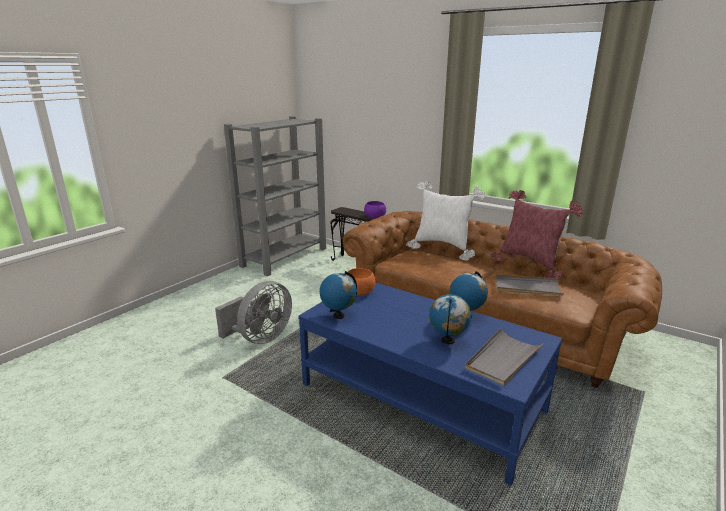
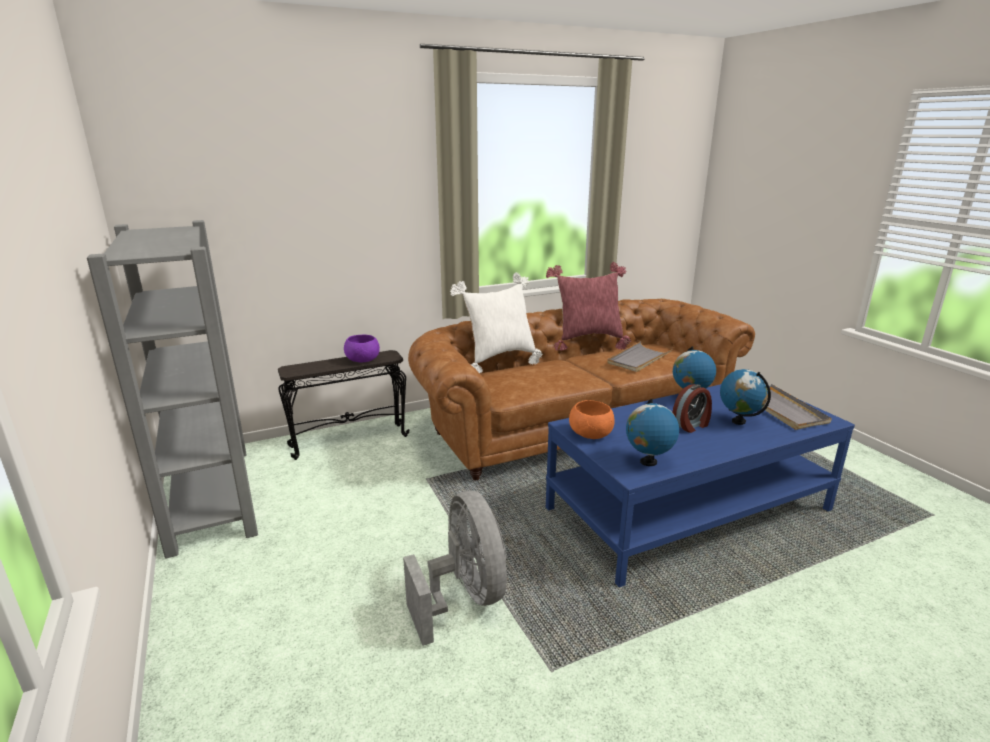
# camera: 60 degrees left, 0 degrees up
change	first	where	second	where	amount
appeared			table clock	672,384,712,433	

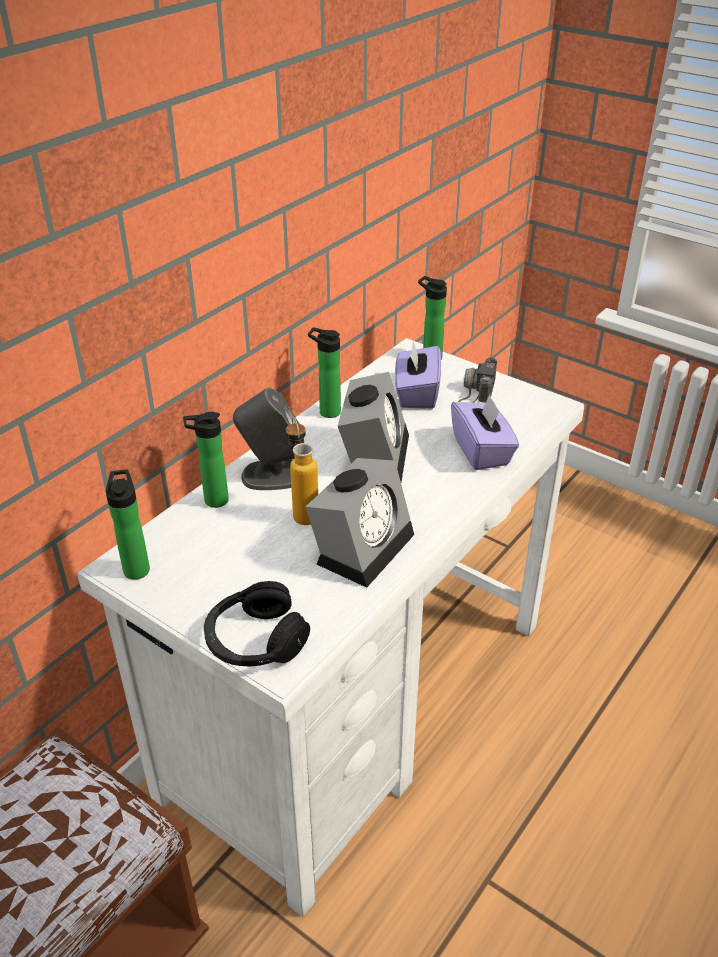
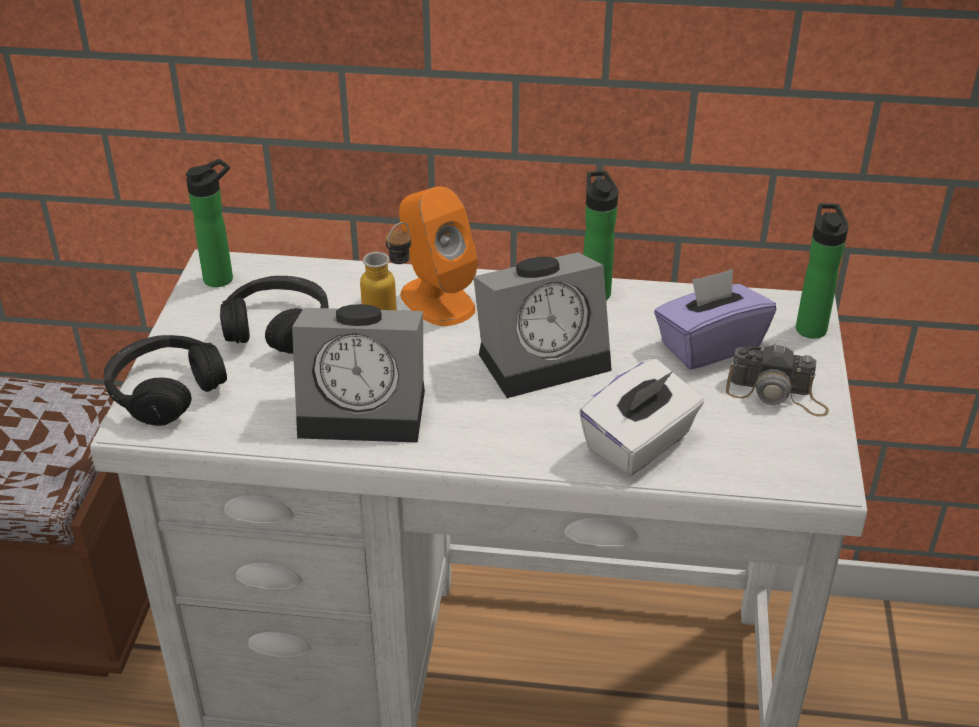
# camera: 60 degrees right, 0 degrees up
change	first	where	second	where	amount
appeared			headset/blackish	220,276,329,354	
colour	loudspeaker/grey	233,388,299,490	loudspeaker/orange	399,186,478,326	
colour	box of tissues/purplish	451,394,519,470	box of tissues/white-coloured	579,358,704,476	
spun	photo camera	458,358,497,403		726,343,829,417	150 degrees counterclockwise
missing	bottle	183,412,229,508			

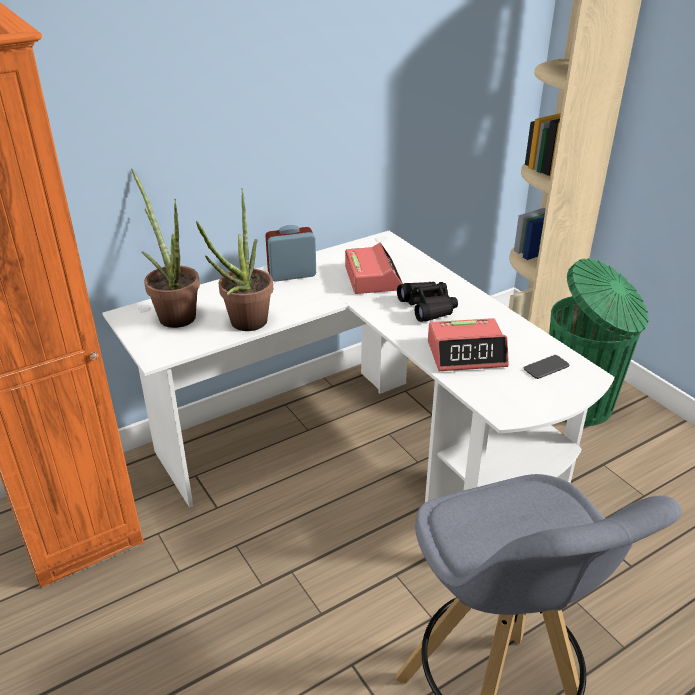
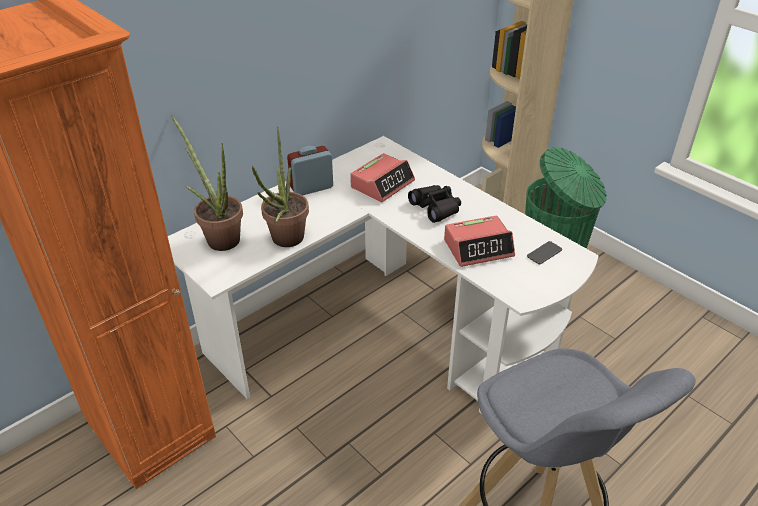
# camera: 10 degrees left, 5 degrees up
change	first	where	second	where	amount
spun	table clock	345,243,403,294		350,153,415,202	60 degrees clockwise

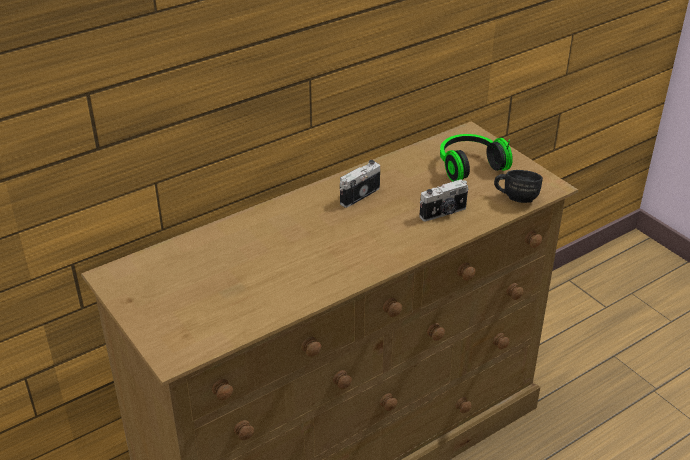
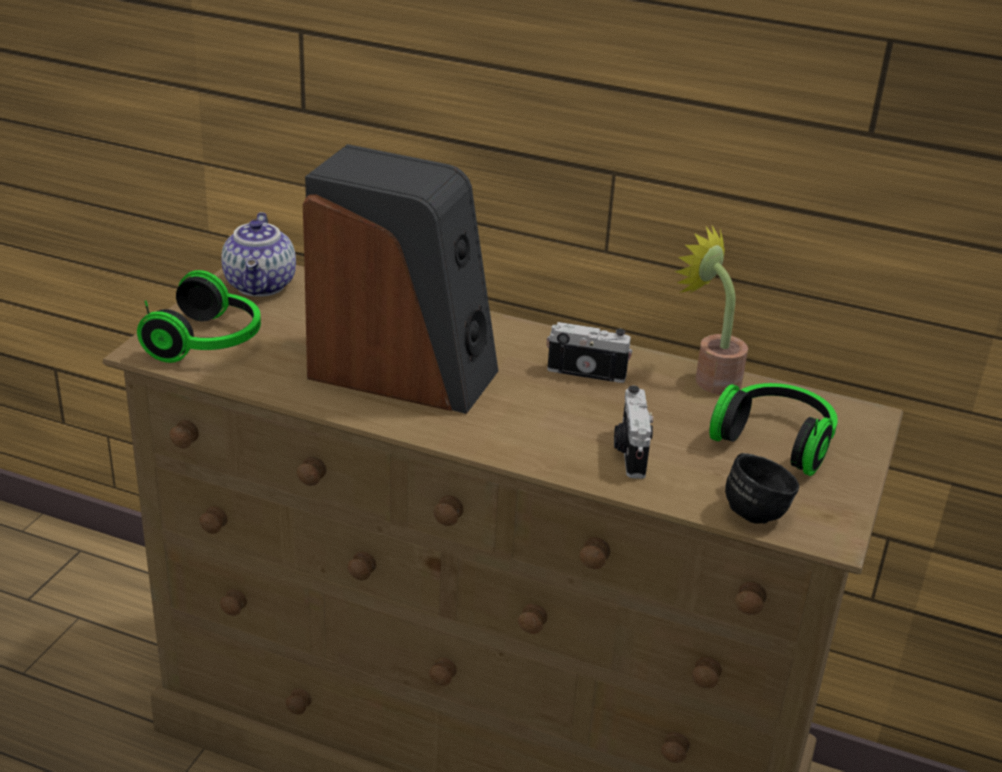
# camera: 55 degrees right, 5 degrees down
change	first	where	second	where	amount
appeared			headset	137,270,261,363	
appeared			pot for tea	221,212,296,297	
appeared			loudspeaker	303,144,498,414	
spun	photo camera	419,179,469,221		614,386,653,479	60 degrees clockwise
appeared			plant in a pot	674,226,748,395	

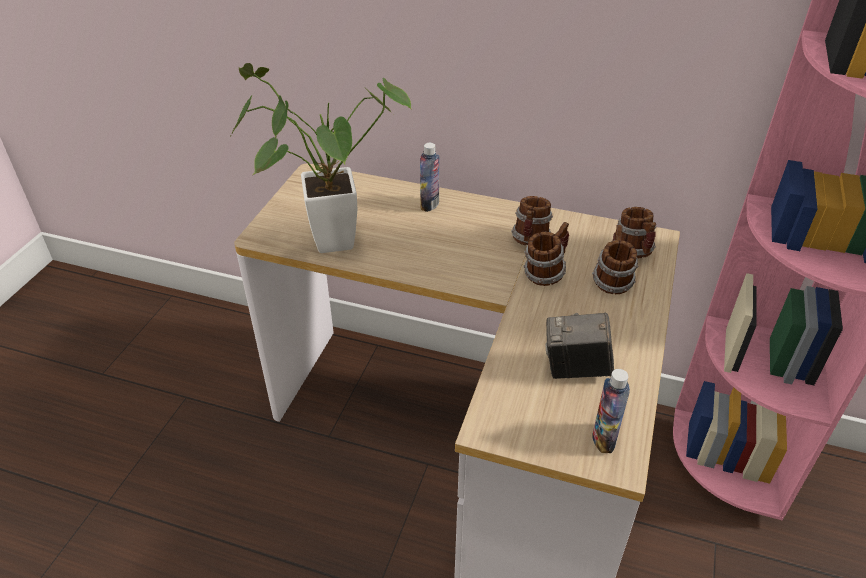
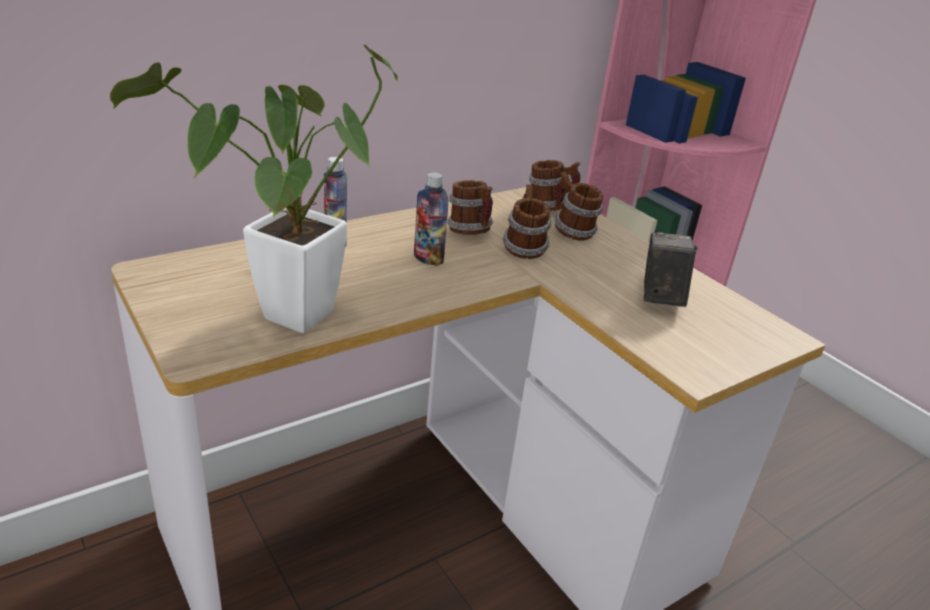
# camera: 55 degrees left, 10 degrees down
change	first	where	second	where	amount
relocated	bottle	592,369,630,453		414,172,448,266	
spun	photo camera	546,313,614,379		644,232,698,307	150 degrees clockwise

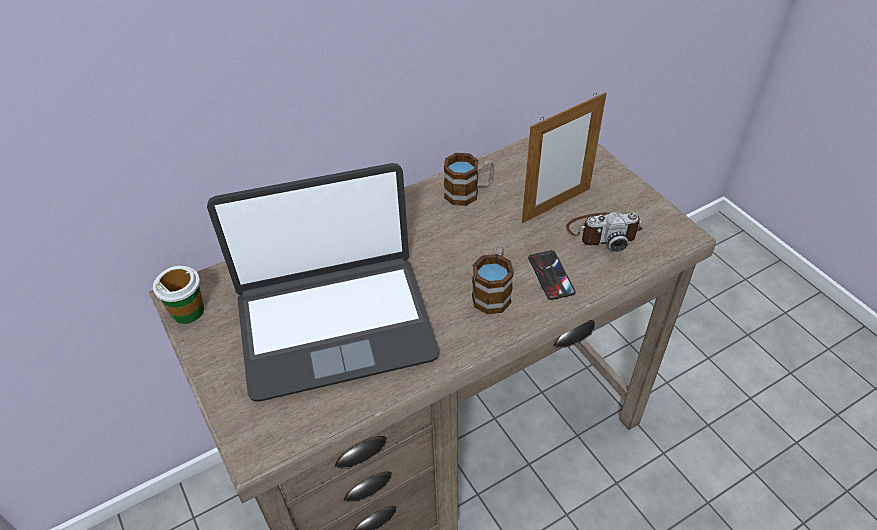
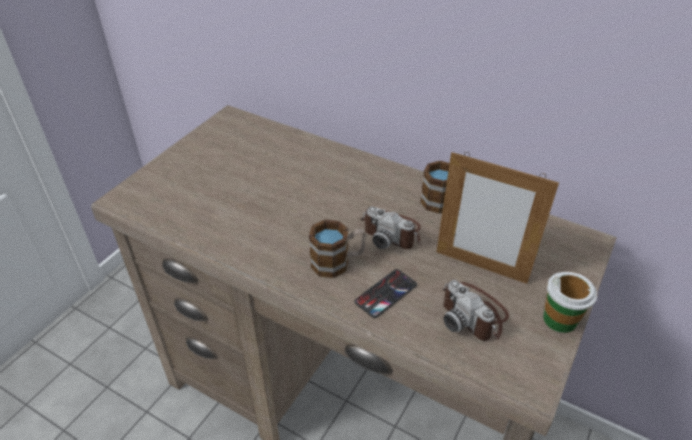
# camera: 60 degrees right, 5 degrees down
change	first	where	second	where	amount
appeared			photo camera	360,206,421,249	
relocated	cup	153,266,204,324		543,272,597,333	
missing	laptop	207,163,439,402			

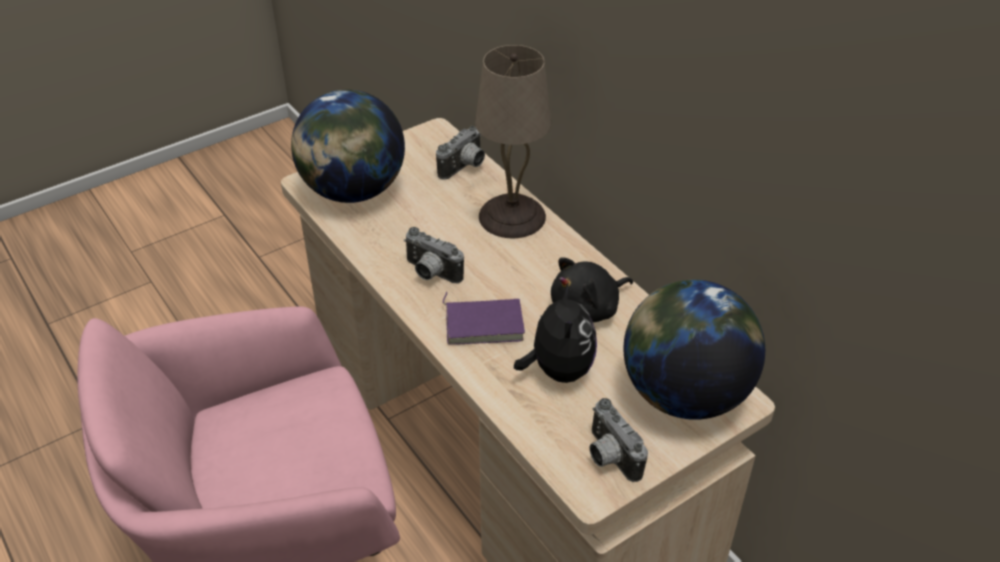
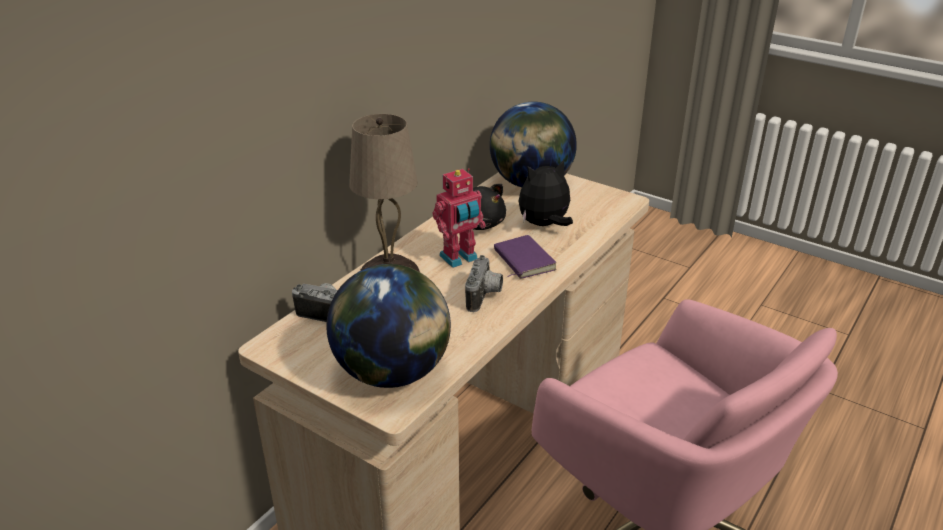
# camera: 110 degrees left, 10 degrees down
change	first	where	second	where	amount
appeared			robot figure	433,168,486,268	
missing	photo camera	590,398,648,482			

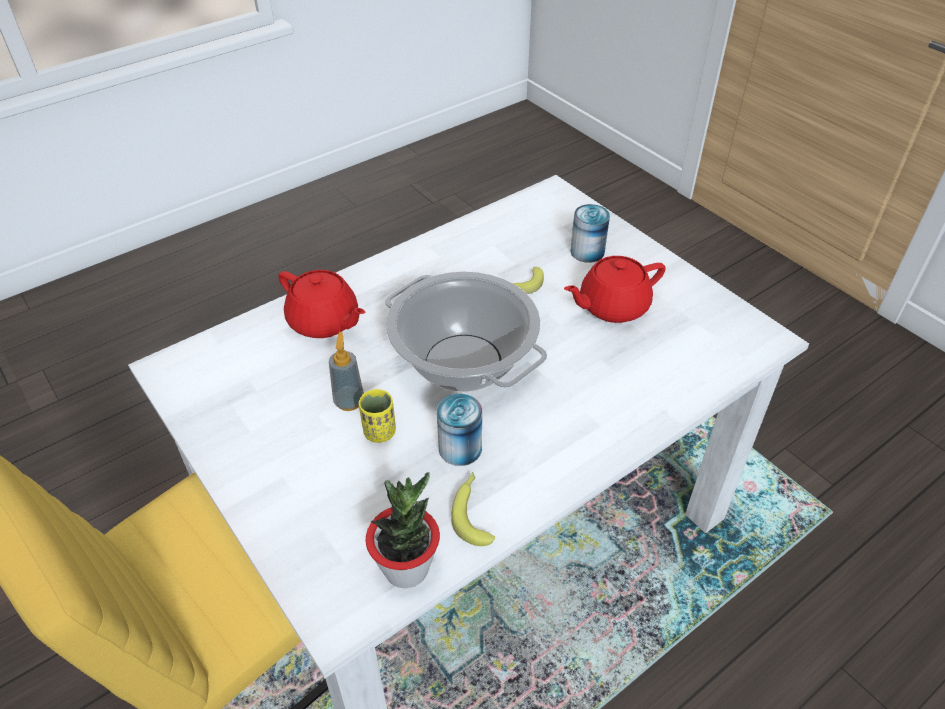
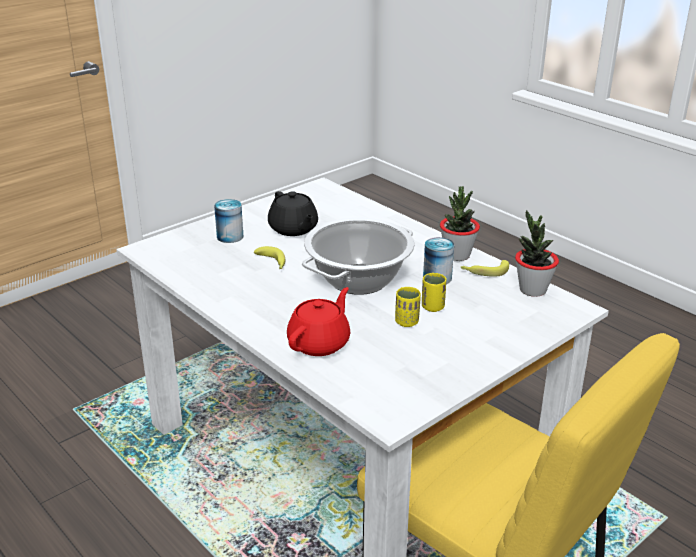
# camera: 95 degrees left, 15 degrees down
change	first	where	second	where	amount
colour	pot for tea/red	564,256,665,323	pot for tea/blackish	268,191,318,236	
exchanged	soap bottle	329,332,364,411	cup/yellow	395,287,421,327	
appeared			plant in a pot	440,186,480,261	

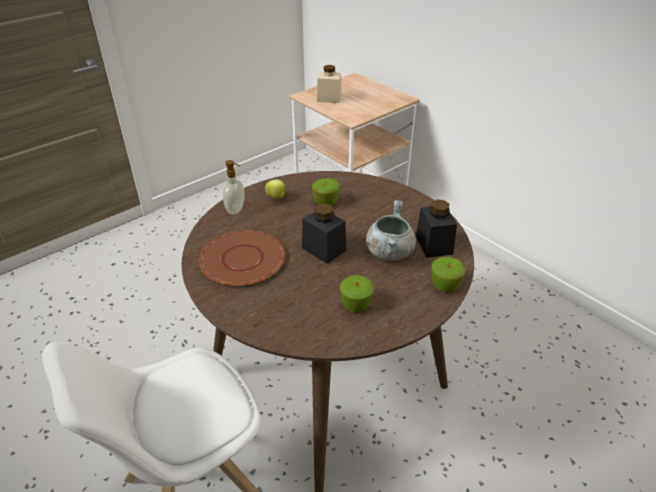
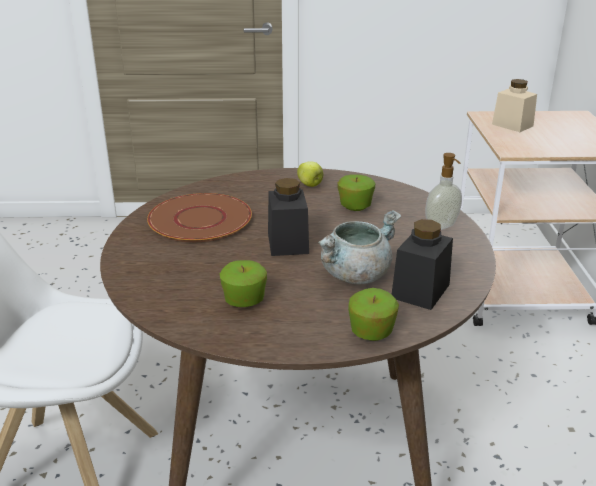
# camera: 40 degrees right, 10 degrees down
change	first	where	second	where	amount
relocated	soap bottle	223,160,244,215		425,153,462,230	

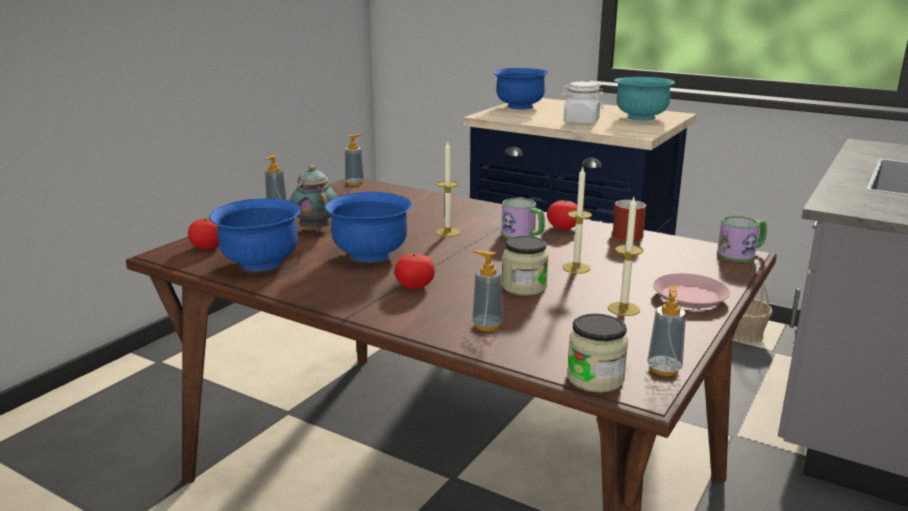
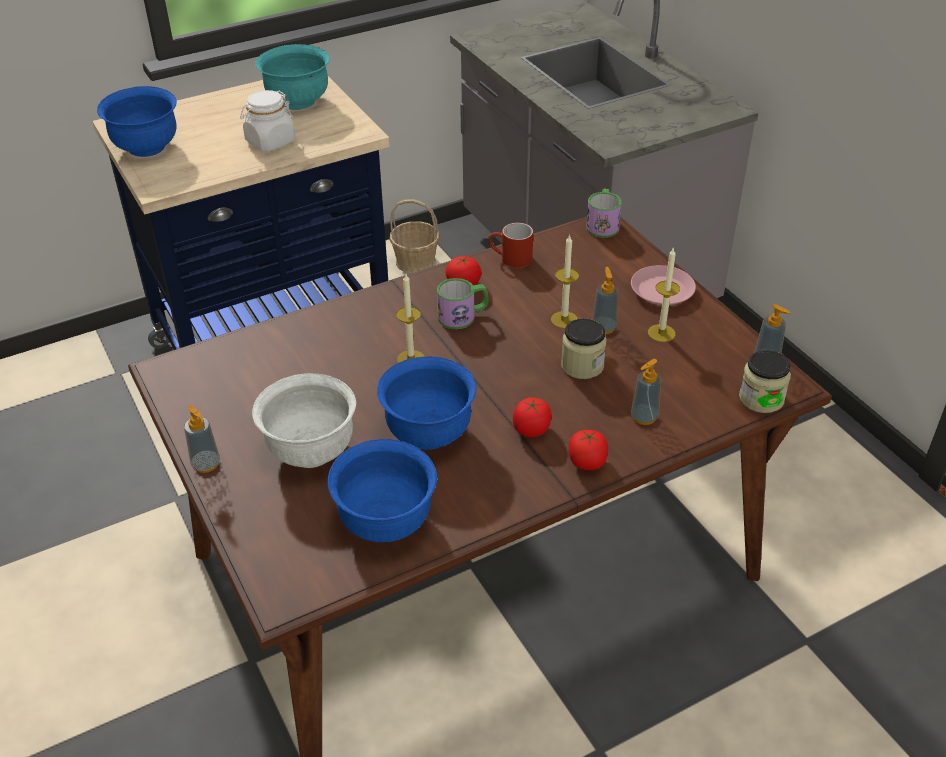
# camera: 60 degrees left, 20 degrees up
change	first	where	second	where	amount
exchanged	pot for tea	290,165,337,232	deep dish/white-coloured	252,373,356,468	
relocated	whole tomato	188,218,219,250		569,430,608,470	
relocated	soap bottle	345,134,364,186		592,267,618,334	

